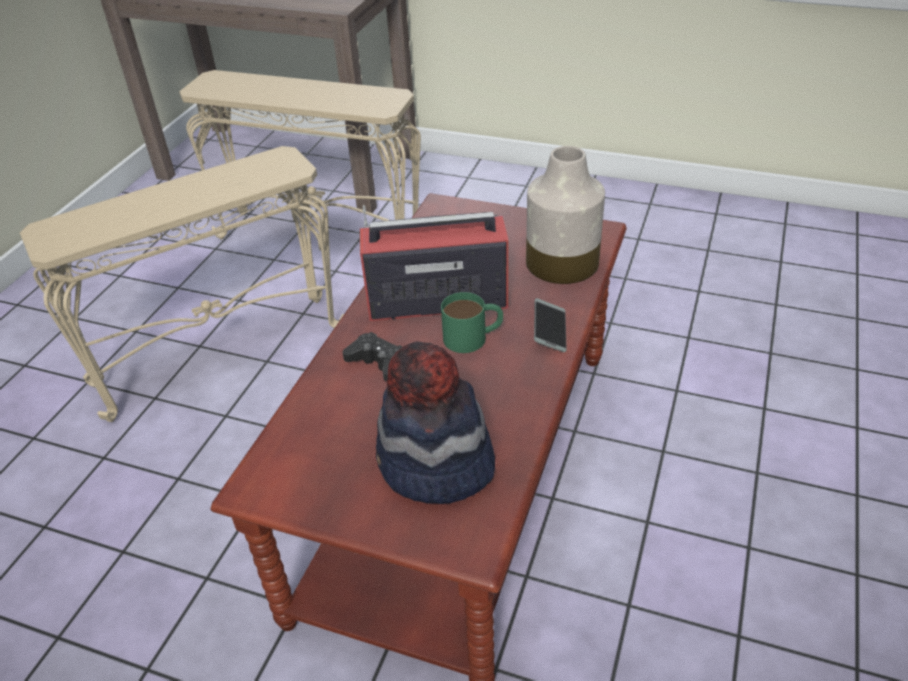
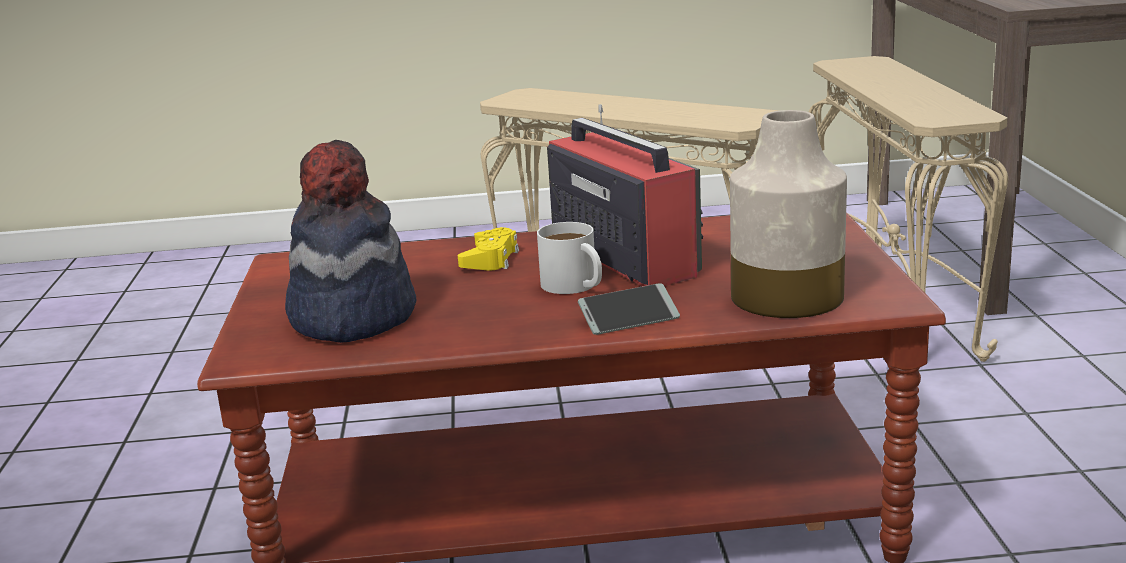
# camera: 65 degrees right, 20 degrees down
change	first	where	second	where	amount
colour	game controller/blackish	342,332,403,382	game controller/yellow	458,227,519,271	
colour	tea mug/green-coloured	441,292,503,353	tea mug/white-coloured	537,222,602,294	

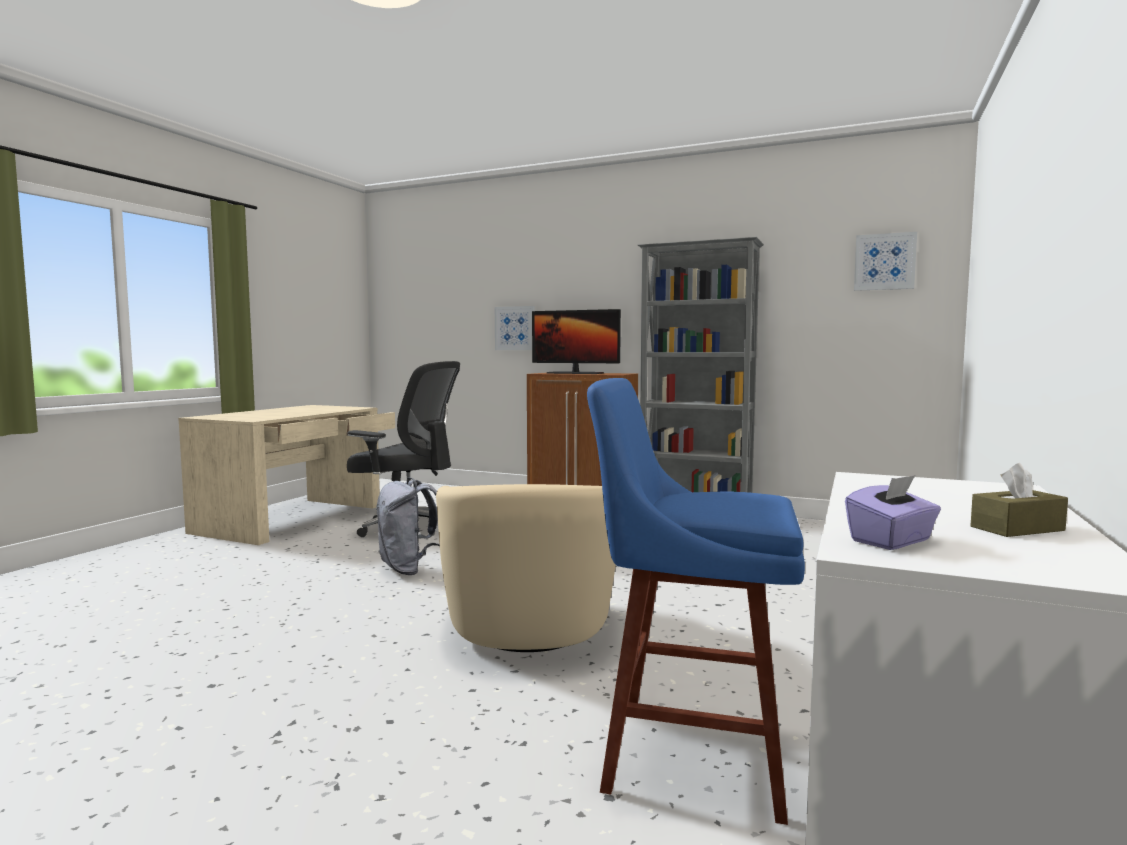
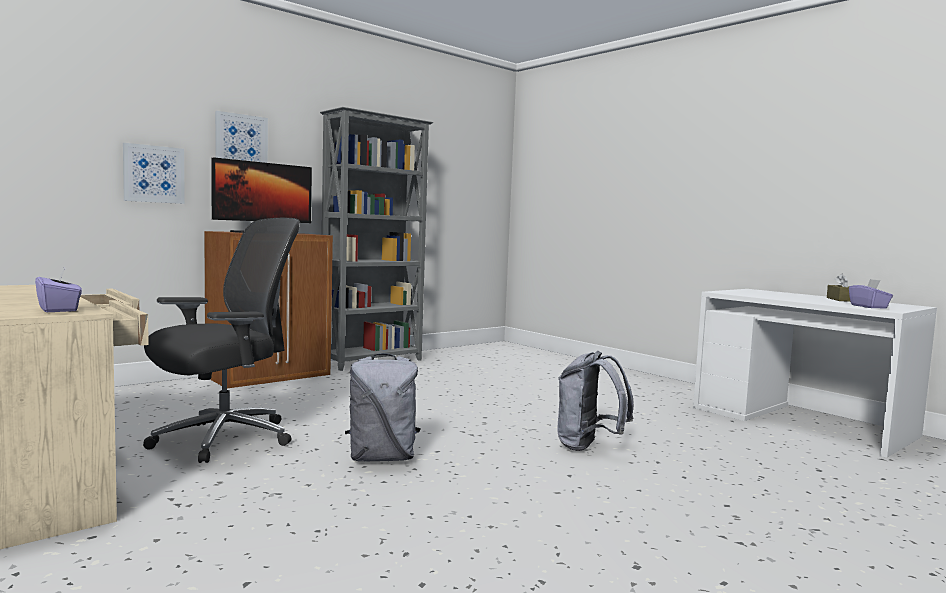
# camera: 65 degrees left, 0 degrees up
change	first	where	second	where	amount
appeared			box of tissues/purplish	35,268,82,312	
relocated	wall picture	854,232,917,291		215,111,268,163	
exchanged	lounge chair/sand-coloured	436,484,616,652	rucksack/grey	558,351,634,451	
missing	stool seat/bluish	587,378,805,825			

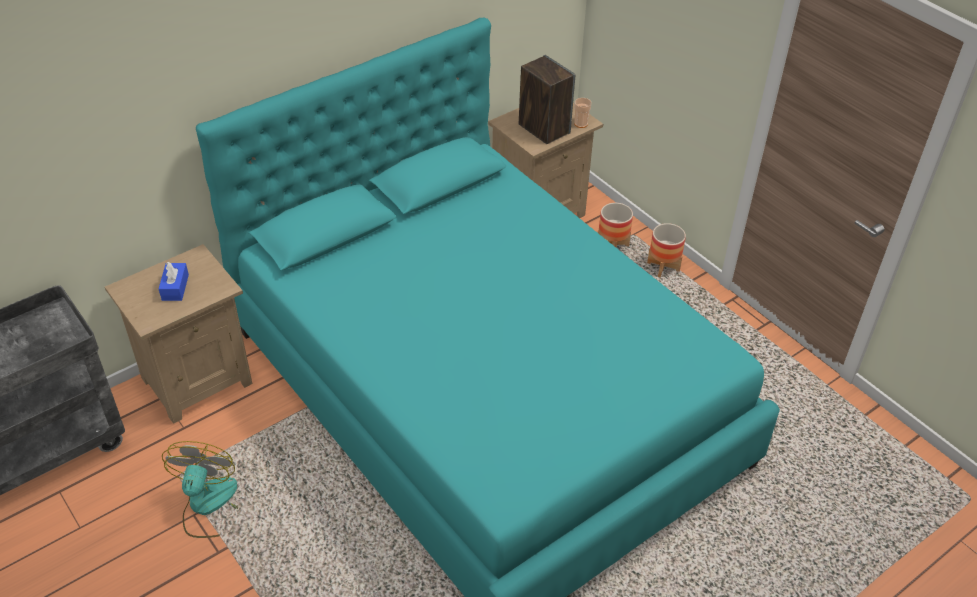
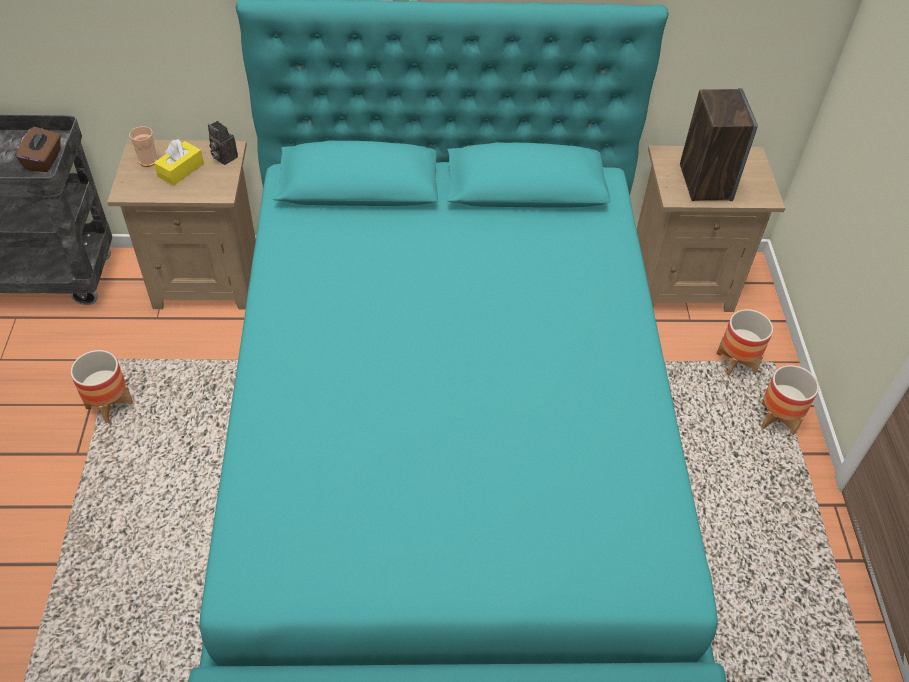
# camera: 35 degrees right, 5 degrees up
change	first	where	second	where	amount
appeared			box of tissues/brown-coloured	15,127,61,172	
exchanged	electric fan	162,441,238,538	planter	71,350,133,423	
relocated	cup	574,98,592,128		129,126,158,167	
colour	box of tissues/bluish	159,262,189,301	box of tissues/yellow	154,139,204,186	
appeared			photo camera	208,121,238,165	

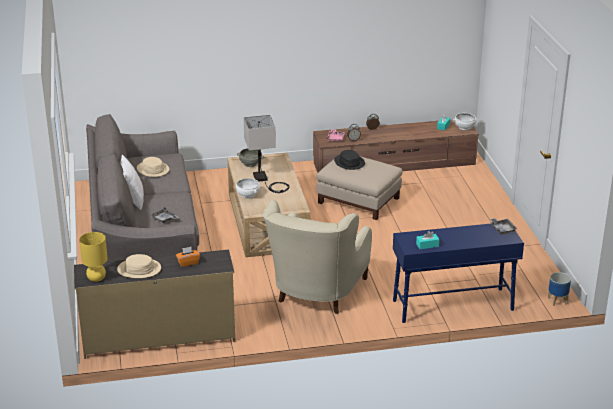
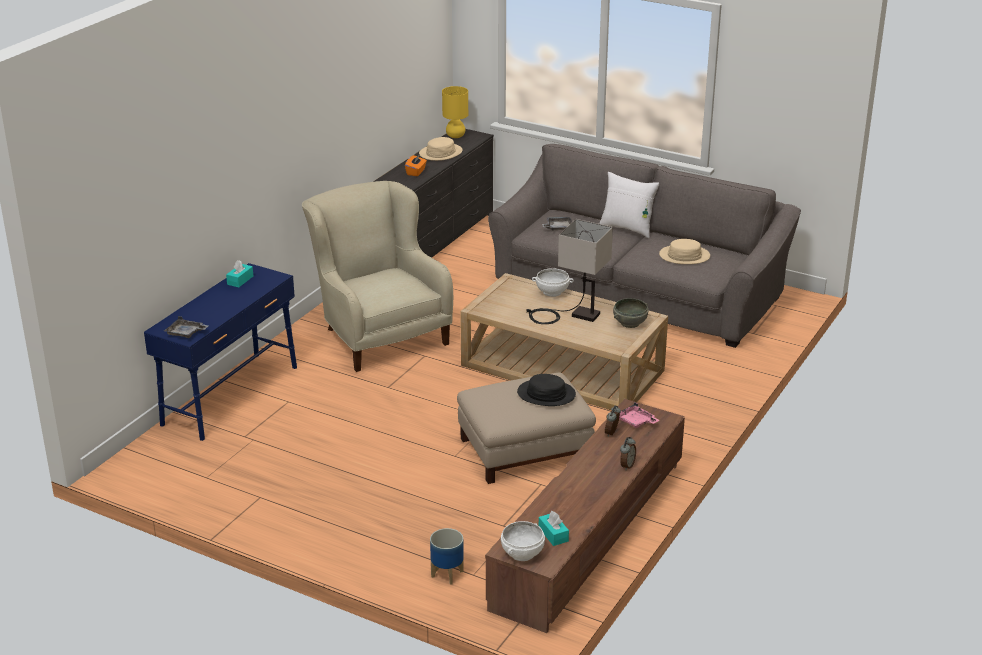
# camera: 130 degrees right, 0 degrees up
change	first	where	second	where	amount
relocated	planter	548,272,571,306		430,528,464,585	

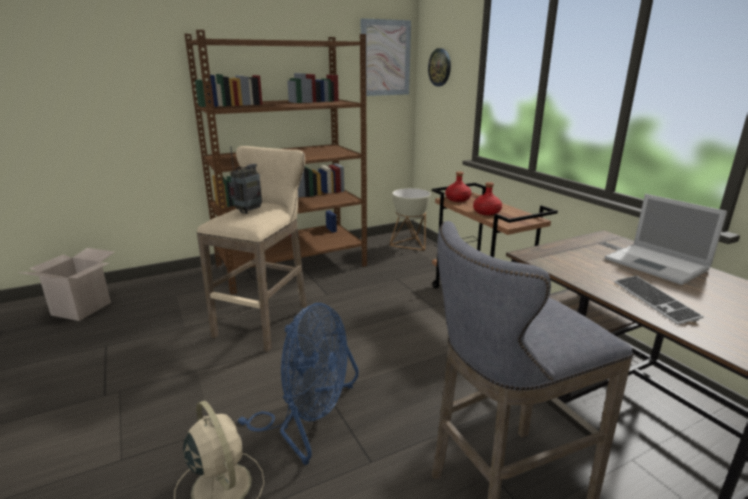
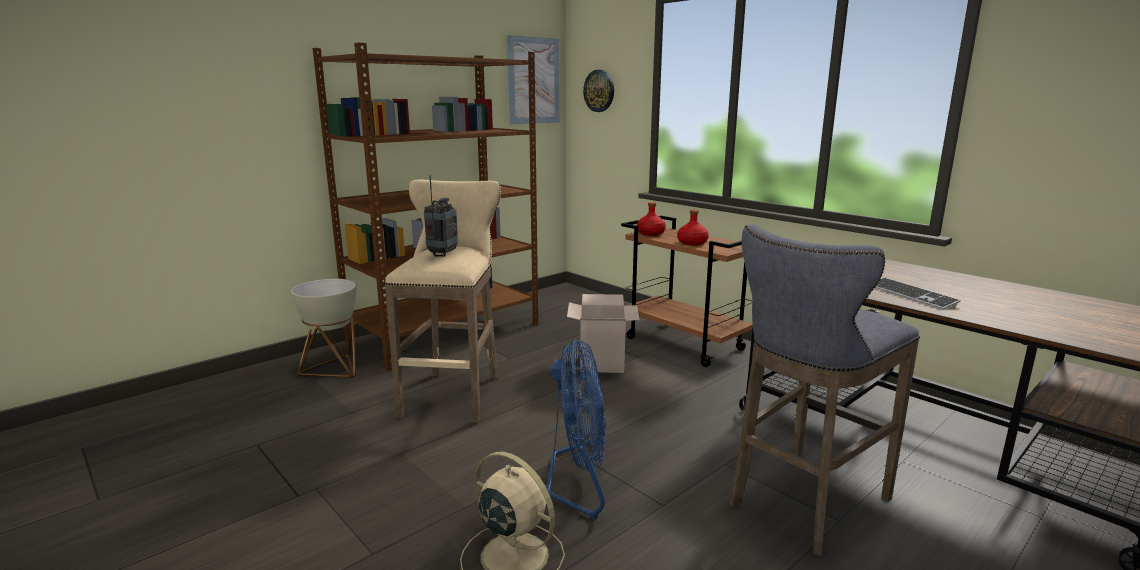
# camera: 15 degrees left, 5 degrees down
change	first	where	second	where	amount
relocated	planter	389,188,431,251		291,279,357,378	
relocated	packing box	18,248,114,321		567,294,640,373	
missing	laptop	605,194,727,285			

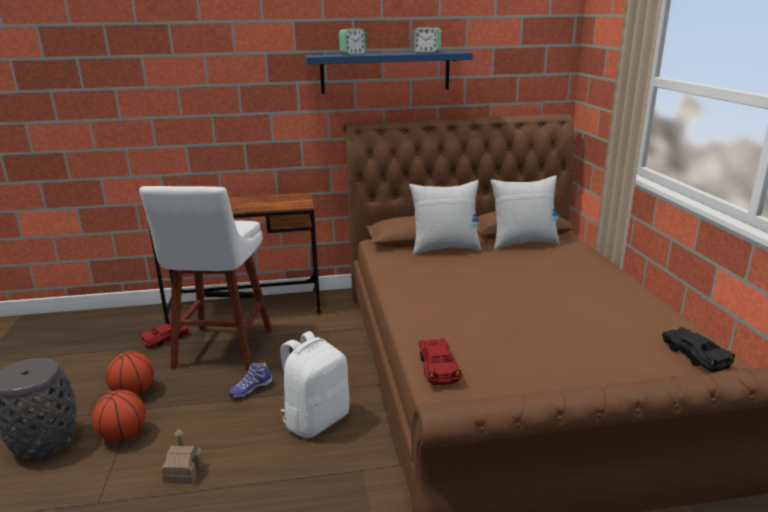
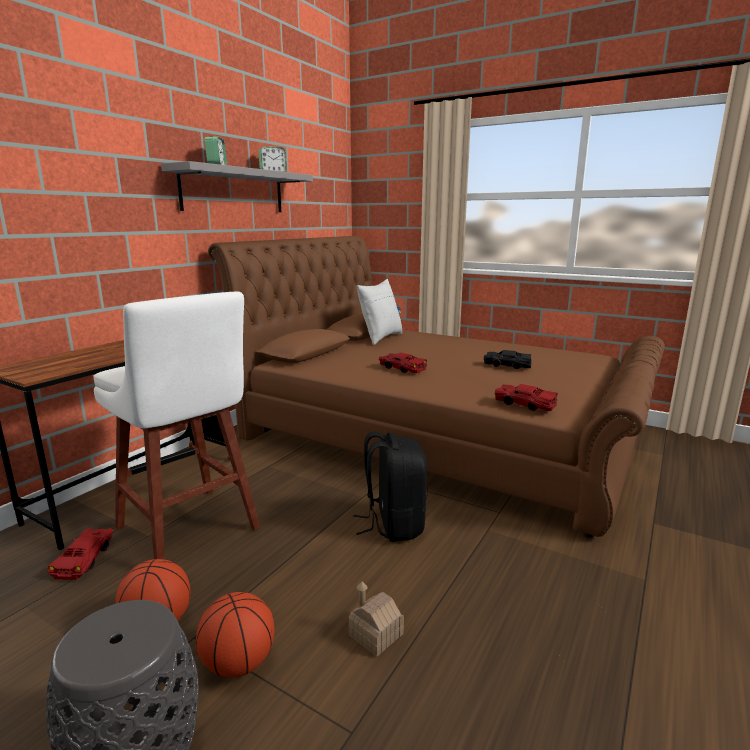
# camera: 50 degrees left, 5 degrees down
change	first	where	second	where	amount
colour	shelf/bluish	305,51,473,94	shelf/grey	161,161,313,212	
colour	rucksack/white-coloured	280,331,350,438	rucksack/blackish	353,431,427,542	
appeared			miniature car/red	379,353,427,373	
relocated	miniature car/blackish	662,327,735,373		484,350,532,369	
missing	shoe	229,363,273,399			
missing	throw pillow/grey	409,180,482,255			

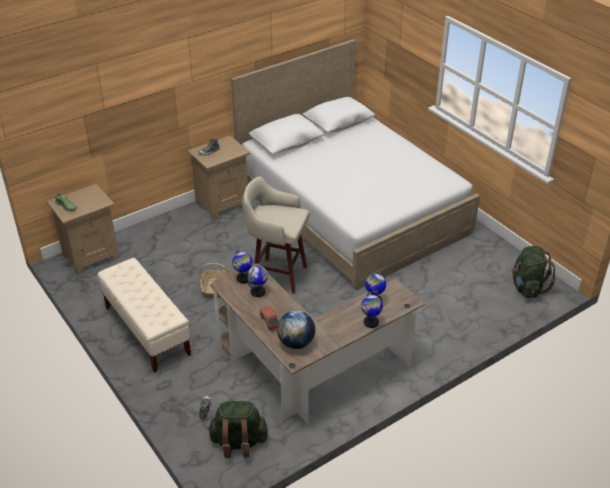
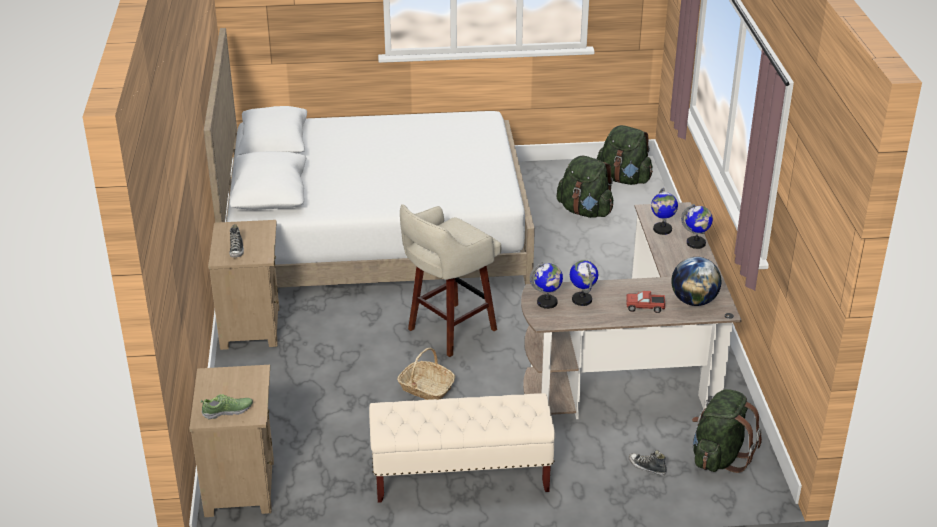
# camera: 60 degrees left, 5 degrees down
change	first	where	second	where	amount
appeared			rucksack/green-coloured	557,156,613,218	

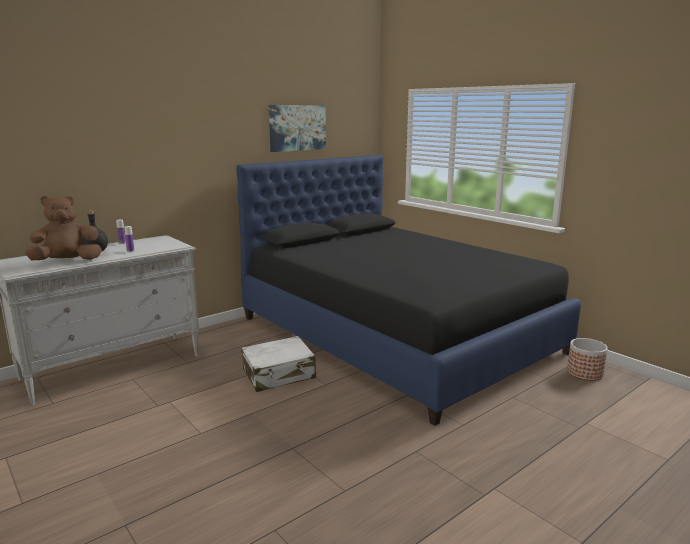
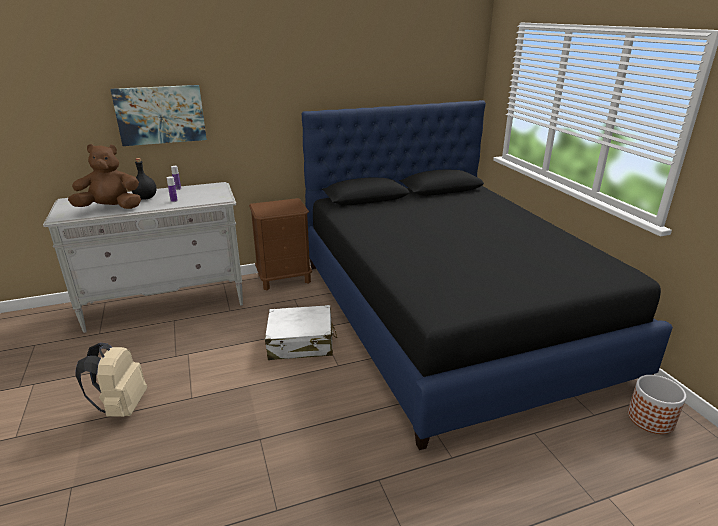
# camera: 20 degrees right, 10 degrees up
change	first	where	second	where	amount
appeared			rucksack/sand-coloured	75,343,147,417	
relocated	wall picture	269,105,326,152		110,85,207,146	
appeared			night table/brown-coloured	249,198,312,290	

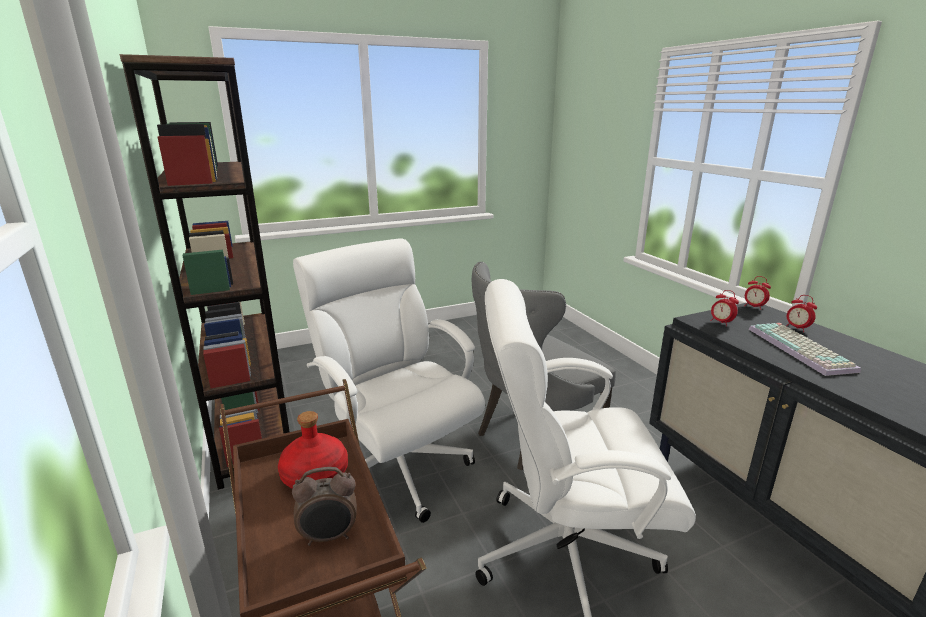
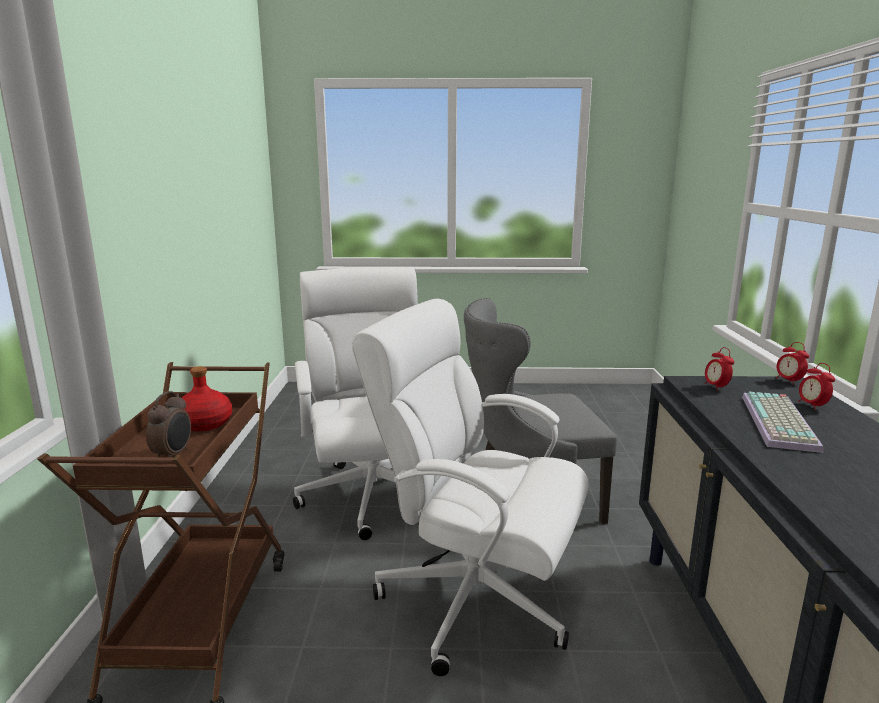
# camera: 25 degrees right, 5 degrees down
change	first	where	second	where	amount
spun	table clock	292,467,357,546		146,391,191,458	90 degrees counterclockwise
missing	bookshelf/brown-coloured	120,54,290,490			

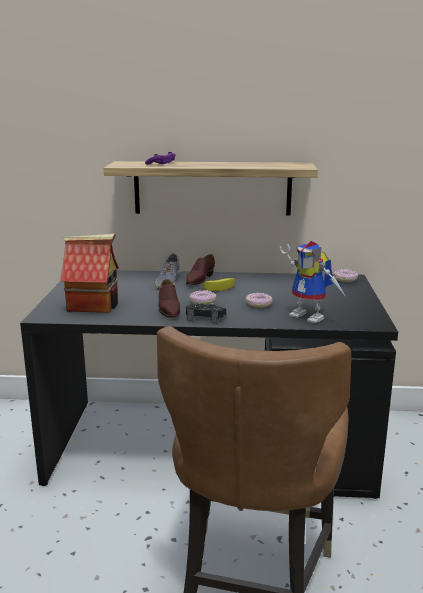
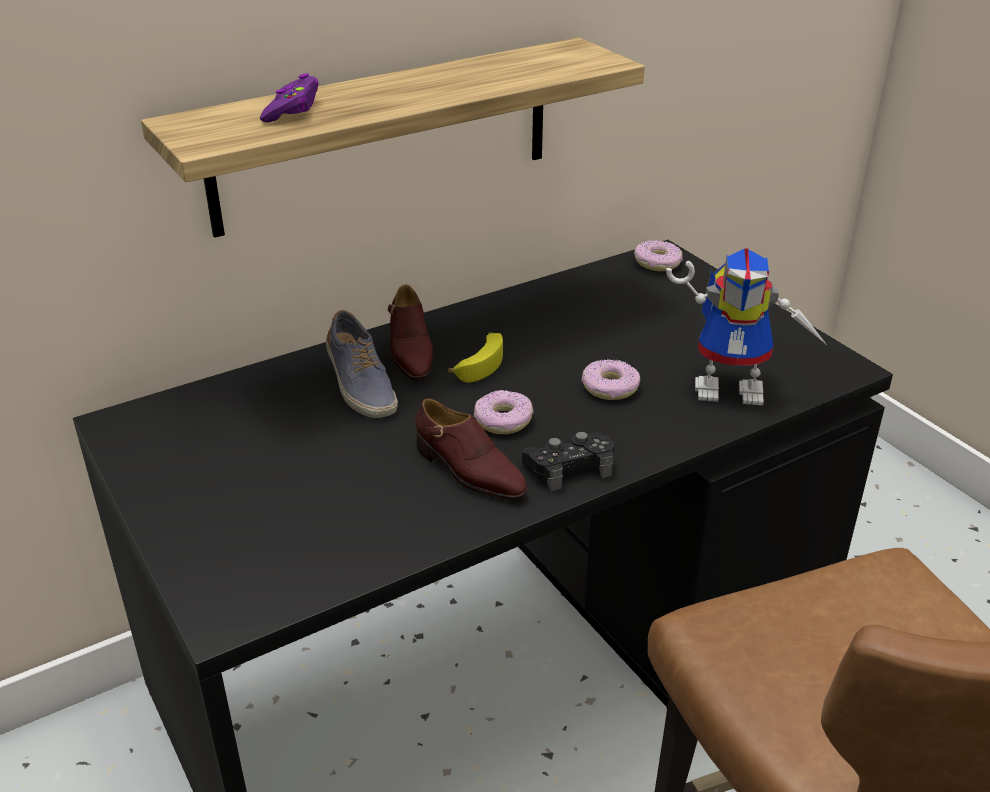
# camera: 35 degrees left, 15 degrees up
change	first	where	second	where	amount
missing	miniature house	60,234,119,313			

